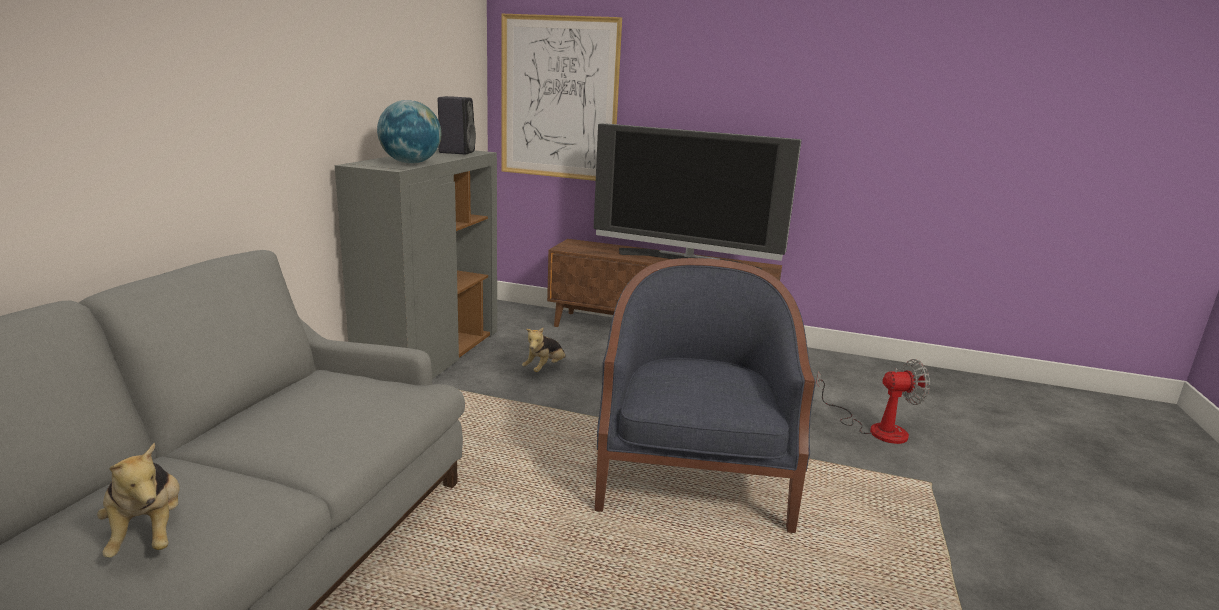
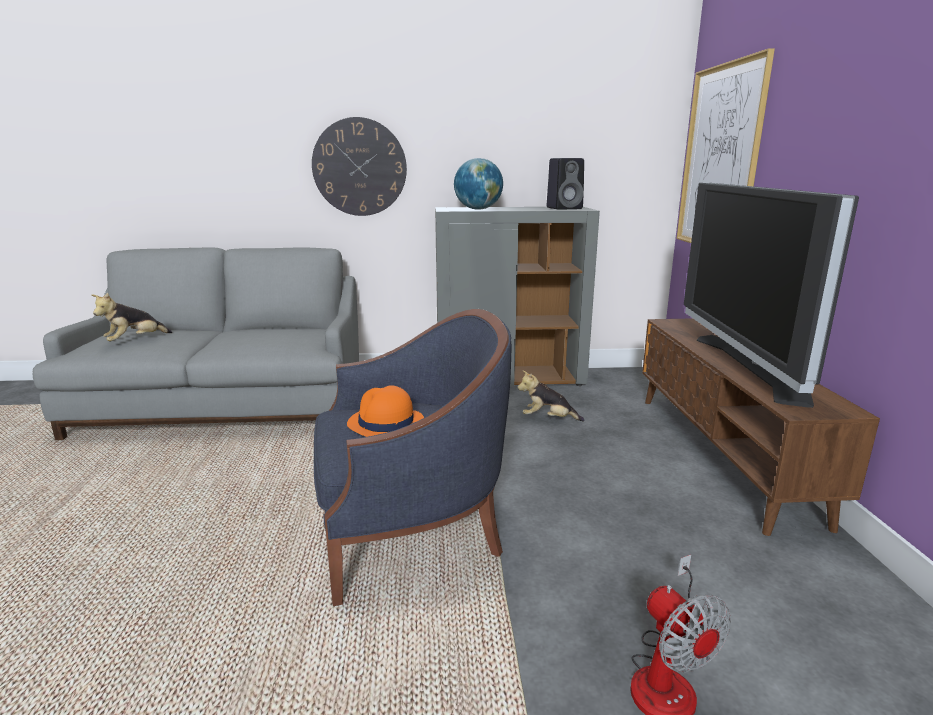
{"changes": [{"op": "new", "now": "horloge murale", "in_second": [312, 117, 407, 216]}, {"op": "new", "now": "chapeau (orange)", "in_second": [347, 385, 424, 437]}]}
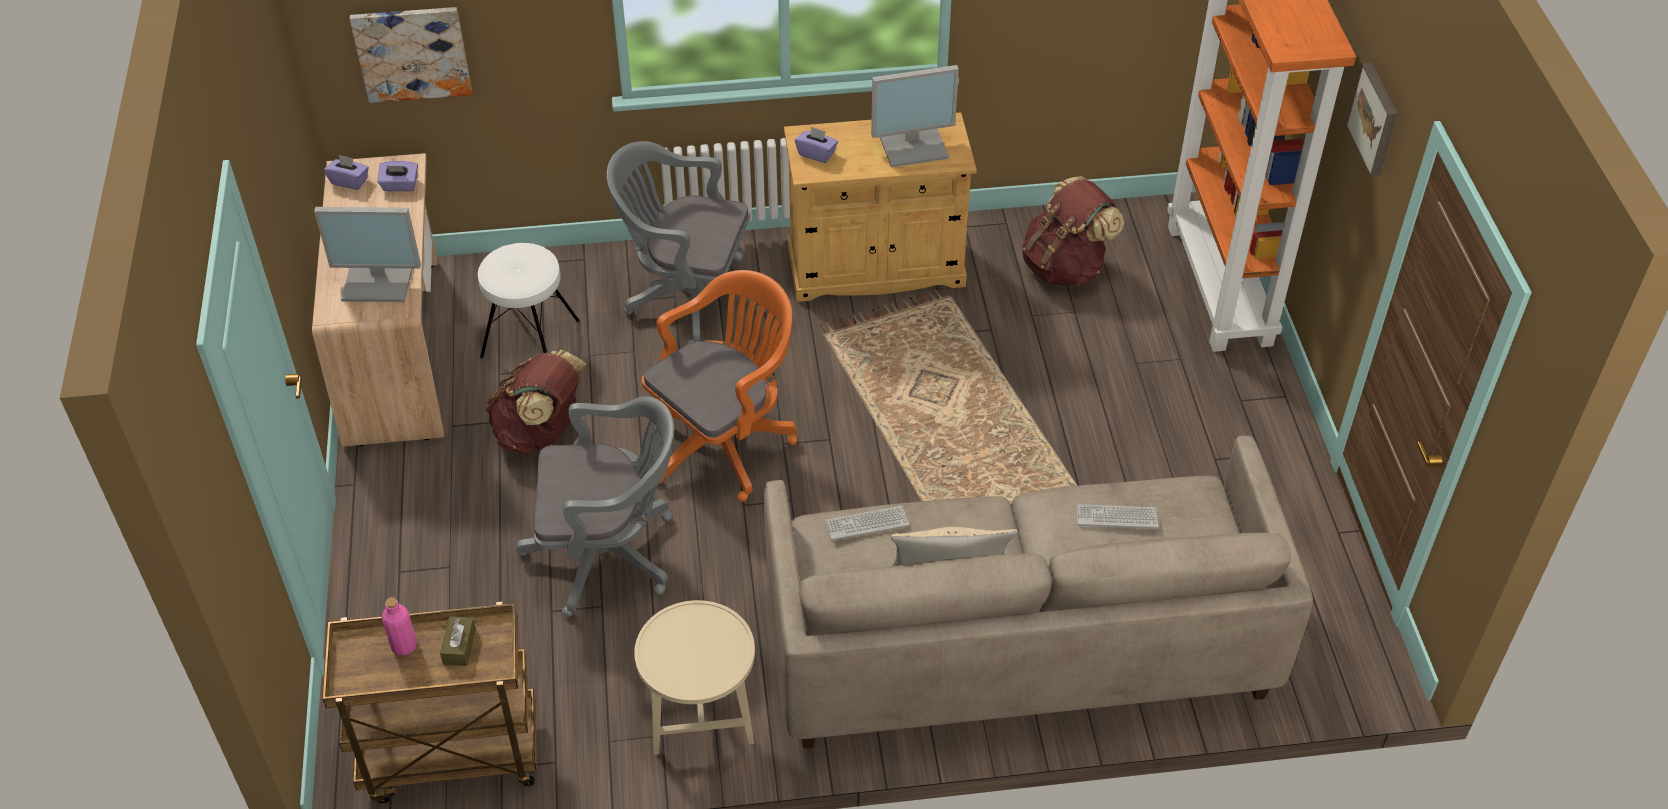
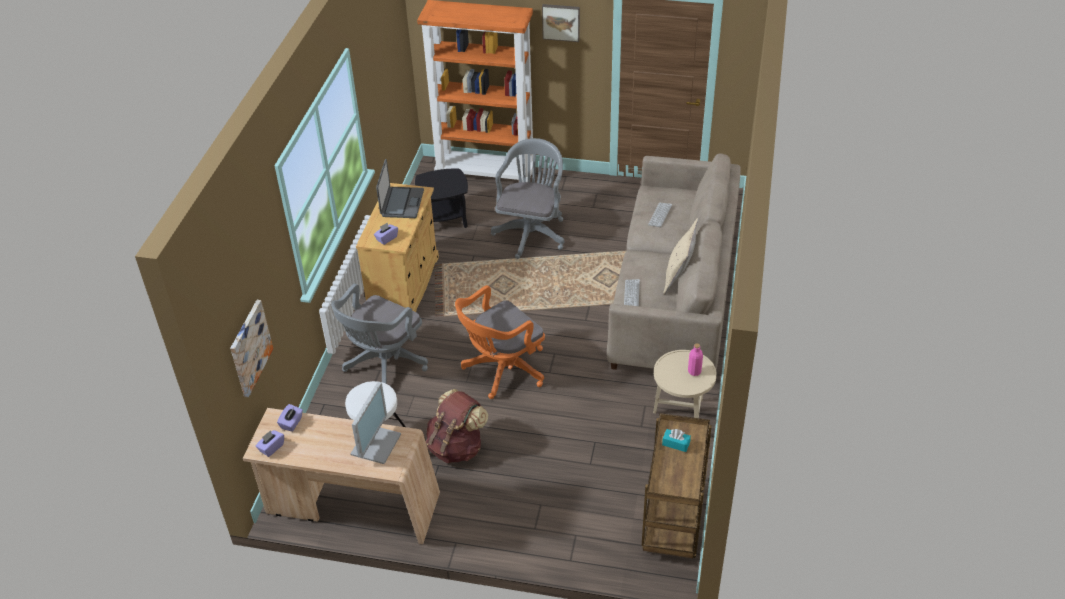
{"changes": [{"op": "shifted", "was": "bouteille (rose)", "in_first": [382, 597, 417, 655], "in_second": [688, 344, 703, 376]}, {"op": "repainted", "was": "boîte à mouchoirs (marron)", "now": "boîte à mouchoirs (turquoise)", "in_first": [440, 616, 476, 666], "in_second": [662, 429, 691, 452]}, {"op": "shifted", "was": "chaise de bureau (gris)", "in_first": [516, 396, 674, 617], "in_second": [491, 138, 565, 259]}, {"op": "rotated", "was": "chaise de bureau (orange)", "in_first": [642, 270, 798, 502], "in_second": [455, 285, 545, 399], "clockwise": -105}, {"op": "swapped", "was": "écran d'ordinateur", "now": "ordinateur portable", "in_first": [871, 65, 959, 167], "in_second": [376, 159, 424, 218]}, {"op": "swapped", "was": "sac à dos (marron)", "now": "table d'appoint (noir)", "in_first": [1022, 176, 1124, 286], "in_second": [415, 168, 468, 228]}]}
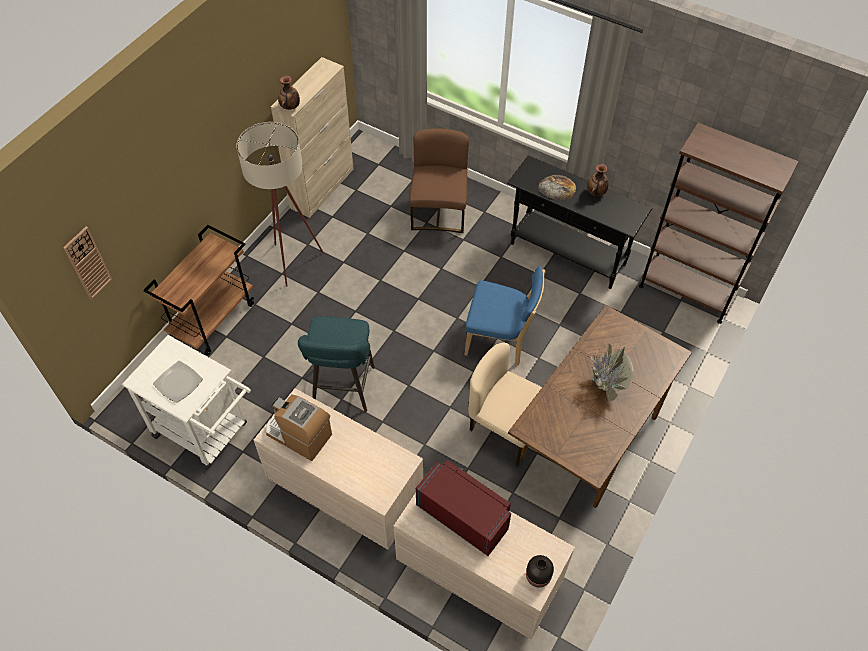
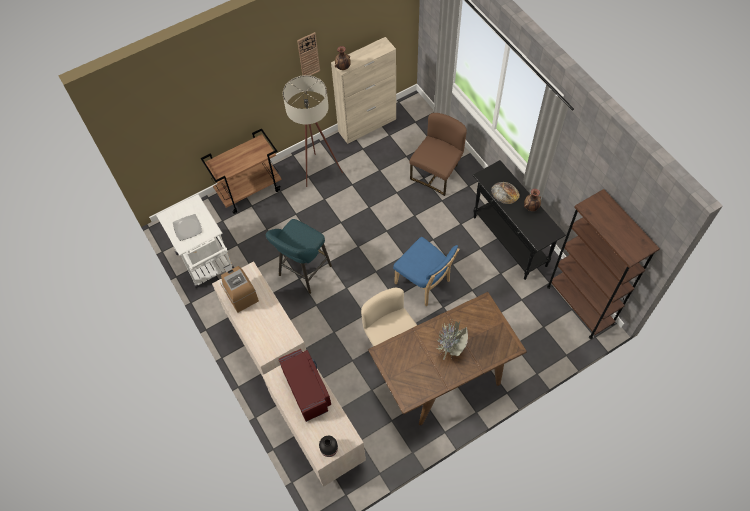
{"changes": [{"op": "shifted", "was": "horloge murale", "in_first": [63, 227, 112, 300], "in_second": [297, 32, 320, 76]}]}
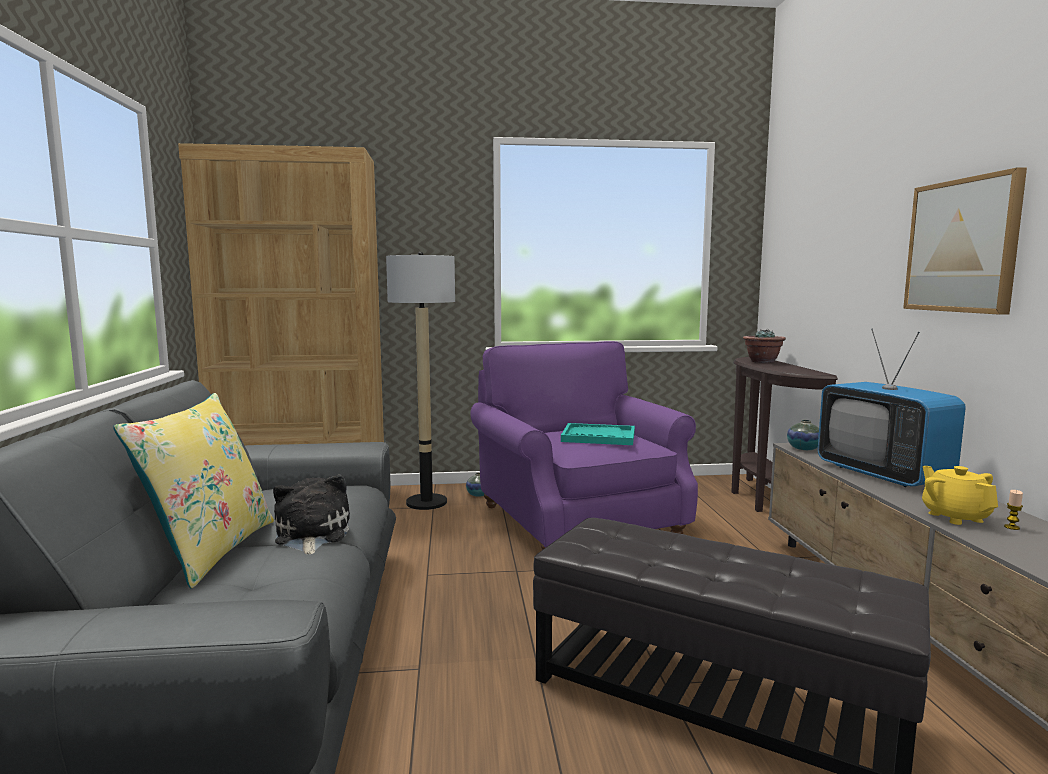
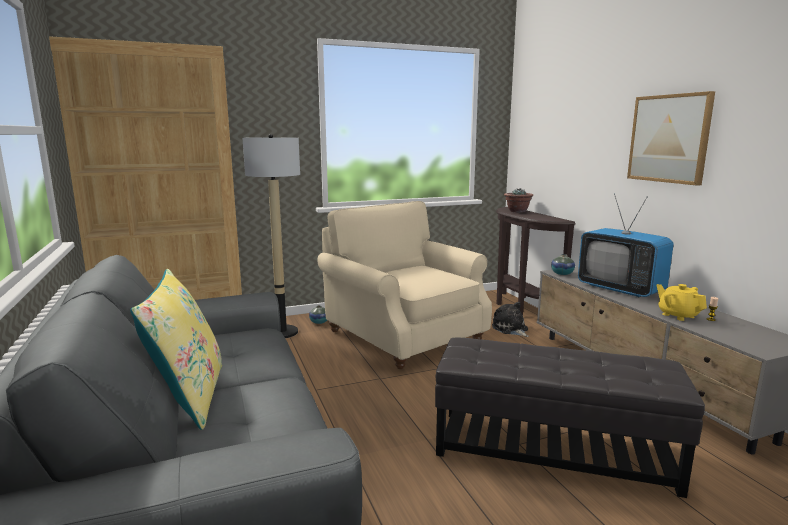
{"changes": [{"op": "shifted", "was": "peluche", "in_first": [273, 475, 350, 554], "in_second": [492, 302, 529, 337]}, {"op": "repainted", "was": "fauteuil (violet)", "now": "fauteuil (beige)", "in_first": [470, 341, 698, 550], "in_second": [317, 201, 492, 369]}, {"op": "gone", "was": "plateau (turquoise)", "in_first": [561, 423, 635, 445]}]}
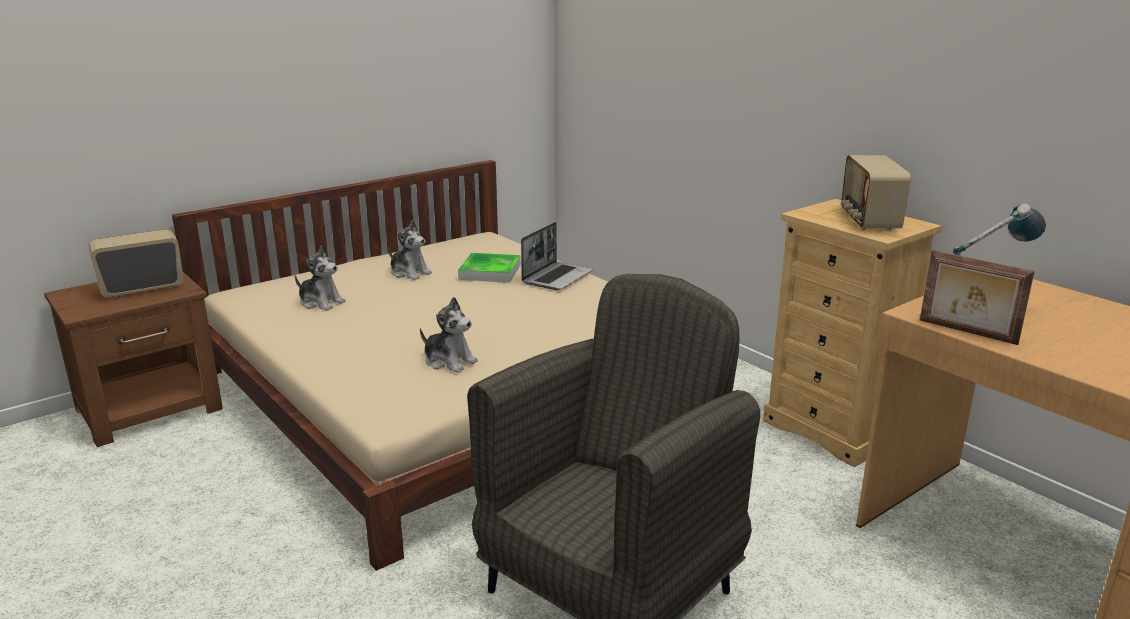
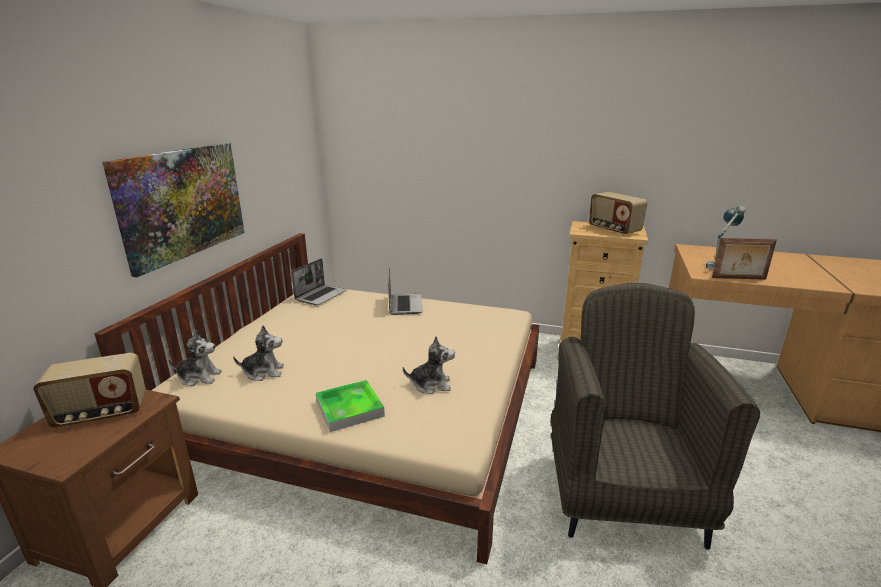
{"changes": [{"op": "rotated", "was": "radio", "in_first": [89, 229, 184, 298], "in_second": [33, 353, 146, 428], "clockwise": -135}, {"op": "shifted", "was": "peluche", "in_first": [388, 220, 432, 280], "in_second": [168, 330, 222, 386]}, {"op": "shifted", "was": "plateau", "in_first": [458, 253, 521, 283], "in_second": [316, 380, 385, 432]}, {"op": "new", "now": "tableau", "in_second": [102, 143, 245, 277]}, {"op": "new", "now": "ordinateur portable", "in_second": [291, 258, 347, 306]}]}
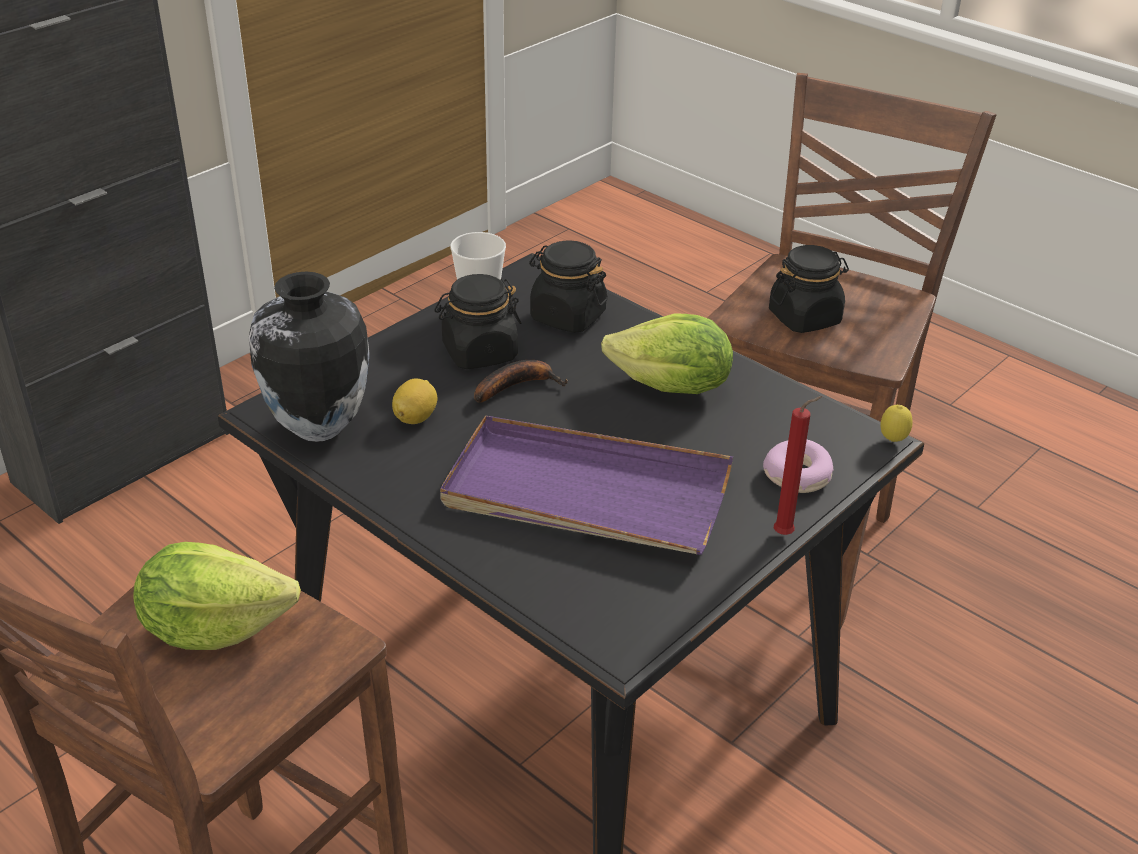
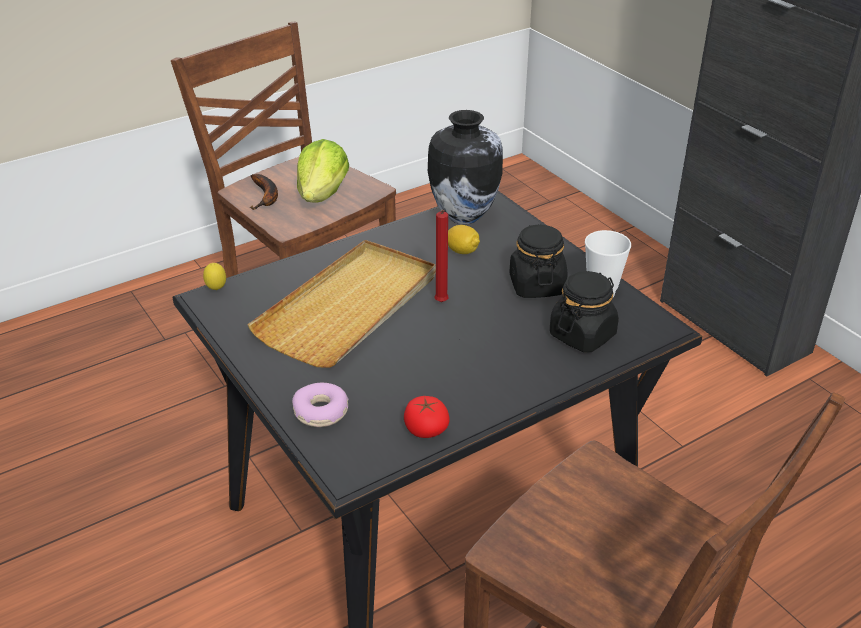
{"changes": [{"op": "repainted", "was": "plateau (violet)", "now": "plateau (beige)", "in_first": [440, 416, 733, 555], "in_second": [247, 240, 436, 368]}, {"op": "shifted", "was": "banane", "in_first": [474, 360, 568, 403], "in_second": [250, 174, 278, 210]}, {"op": "gone", "was": "laitue", "in_first": [601, 313, 733, 394]}, {"op": "gone", "was": "bocal (noir)", "in_first": [769, 245, 849, 333]}, {"op": "shifted", "was": "bougie (rouge)", "in_first": [774, 396, 822, 535], "in_second": [434, 210, 449, 302]}, {"op": "shifted", "was": "citron", "in_first": [880, 405, 913, 442], "in_second": [203, 263, 226, 290]}, {"op": "new", "now": "tomate", "in_second": [404, 396, 450, 438]}]}
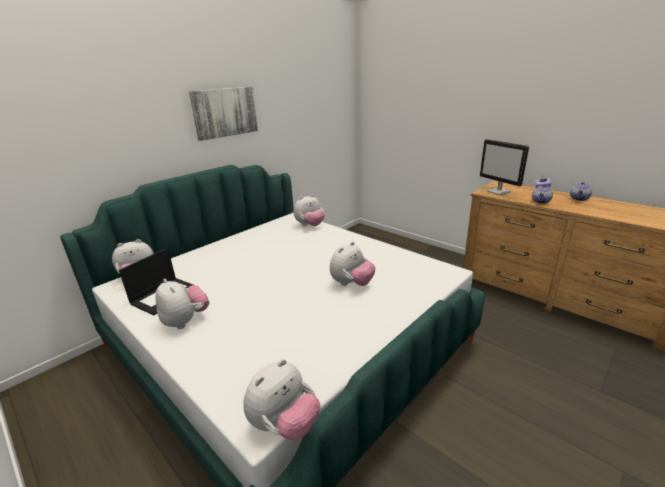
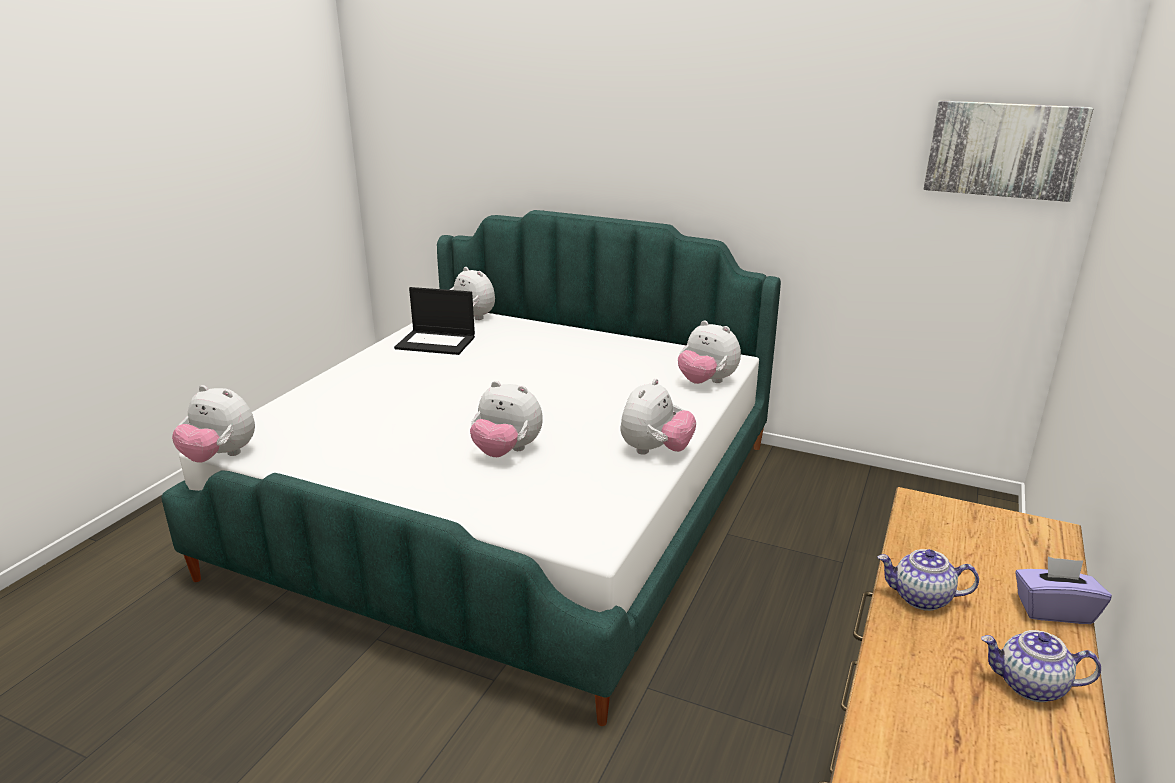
{"changes": [{"op": "shifted", "was": "peluche", "in_first": [155, 279, 209, 329], "in_second": [621, 379, 696, 455]}, {"op": "shifted", "was": "tableau", "in_first": [189, 87, 258, 141], "in_second": [923, 100, 1093, 202]}, {"op": "gone", "was": "écran d'ordinateur", "in_first": [480, 139, 529, 195]}]}
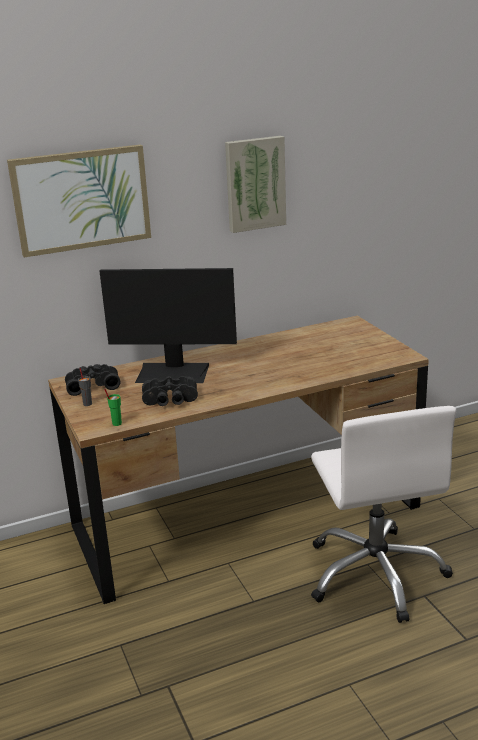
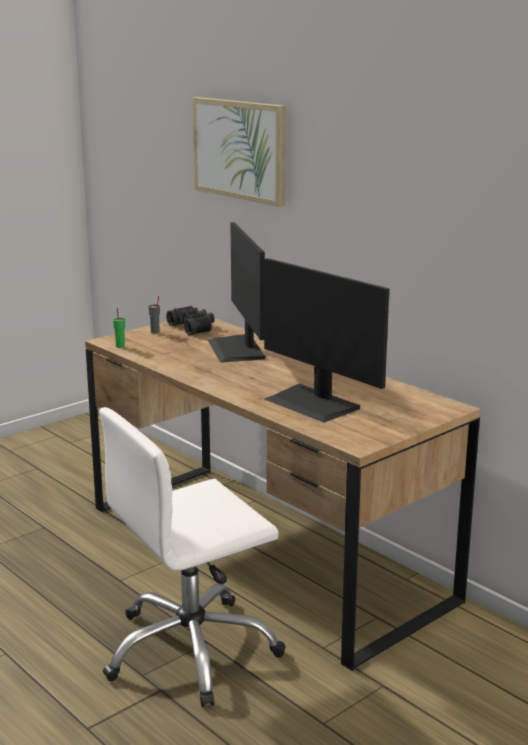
{"changes": [{"op": "gone", "was": "jumelles (noir)", "in_first": [142, 376, 198, 406]}, {"op": "gone", "was": "tableau", "in_first": [225, 136, 286, 233]}, {"op": "new", "now": "écran d'ordinateur", "in_second": [264, 258, 389, 423]}]}
